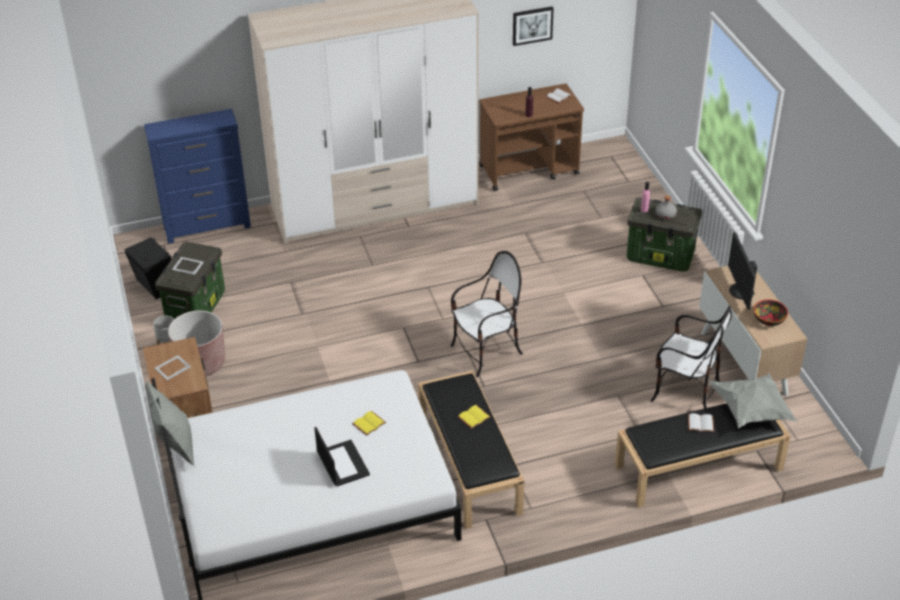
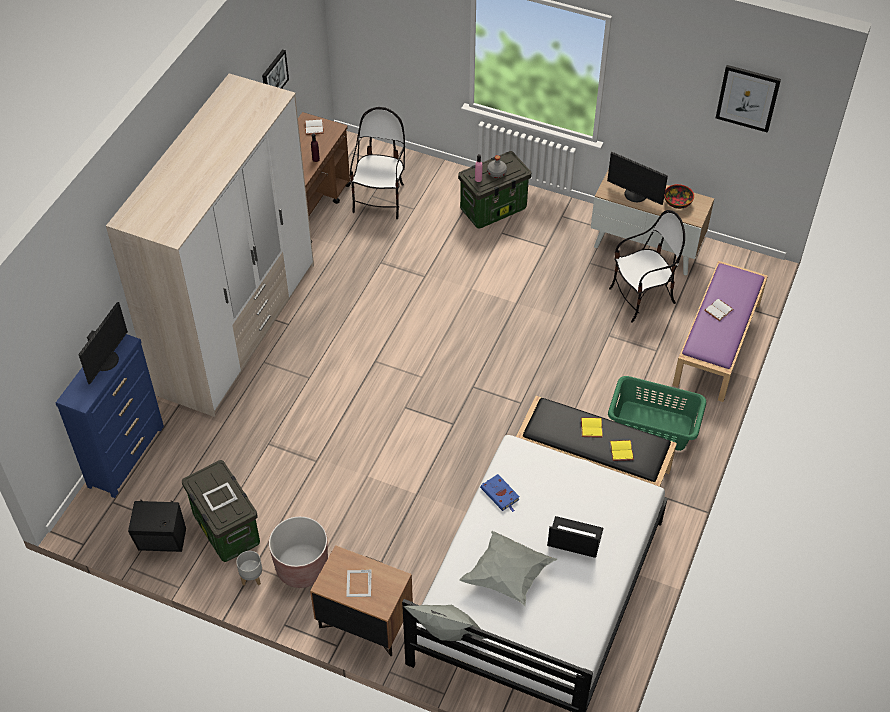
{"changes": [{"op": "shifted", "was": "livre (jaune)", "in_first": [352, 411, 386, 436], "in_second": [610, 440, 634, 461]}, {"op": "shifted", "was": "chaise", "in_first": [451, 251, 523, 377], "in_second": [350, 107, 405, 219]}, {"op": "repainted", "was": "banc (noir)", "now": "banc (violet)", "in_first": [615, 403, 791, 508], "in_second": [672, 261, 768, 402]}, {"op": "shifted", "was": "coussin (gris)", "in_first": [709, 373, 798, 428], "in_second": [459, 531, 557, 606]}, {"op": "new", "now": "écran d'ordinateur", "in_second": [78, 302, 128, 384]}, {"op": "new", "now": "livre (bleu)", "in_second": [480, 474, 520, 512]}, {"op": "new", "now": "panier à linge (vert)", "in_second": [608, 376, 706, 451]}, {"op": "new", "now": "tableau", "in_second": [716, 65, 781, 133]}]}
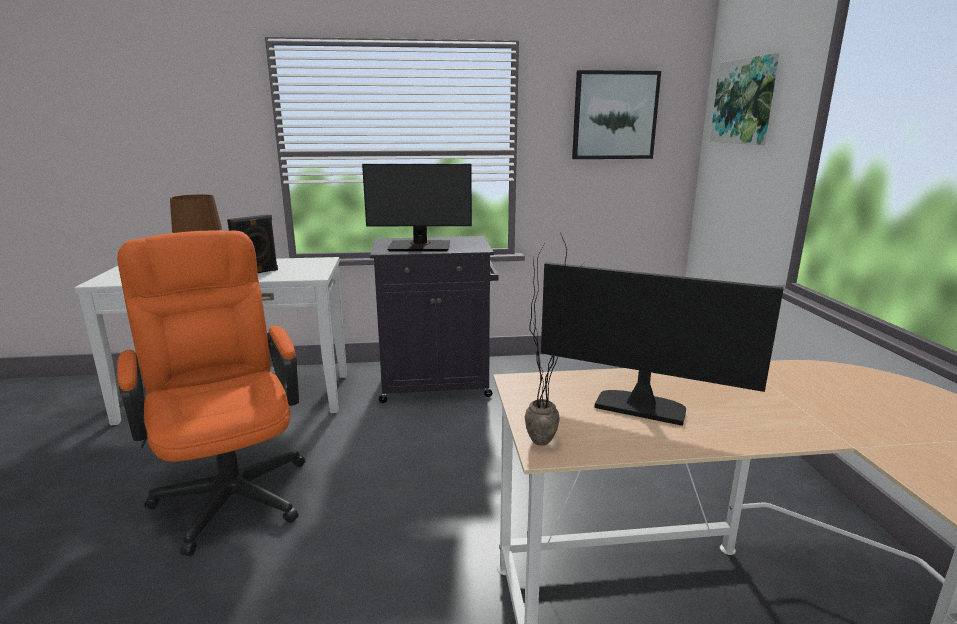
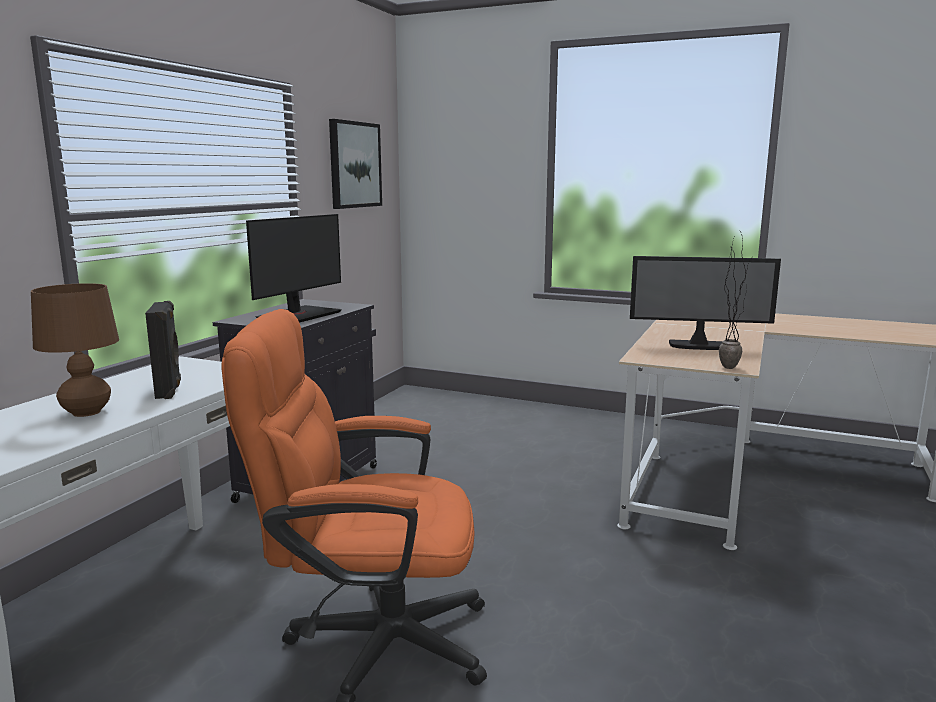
{"changes": [{"op": "rotated", "was": "écran d'ordinateur", "in_first": [541, 262, 783, 426], "in_second": [630, 256, 781, 350], "clockwise": -135}, {"op": "gone", "was": "tableau", "in_first": [710, 53, 779, 145]}]}
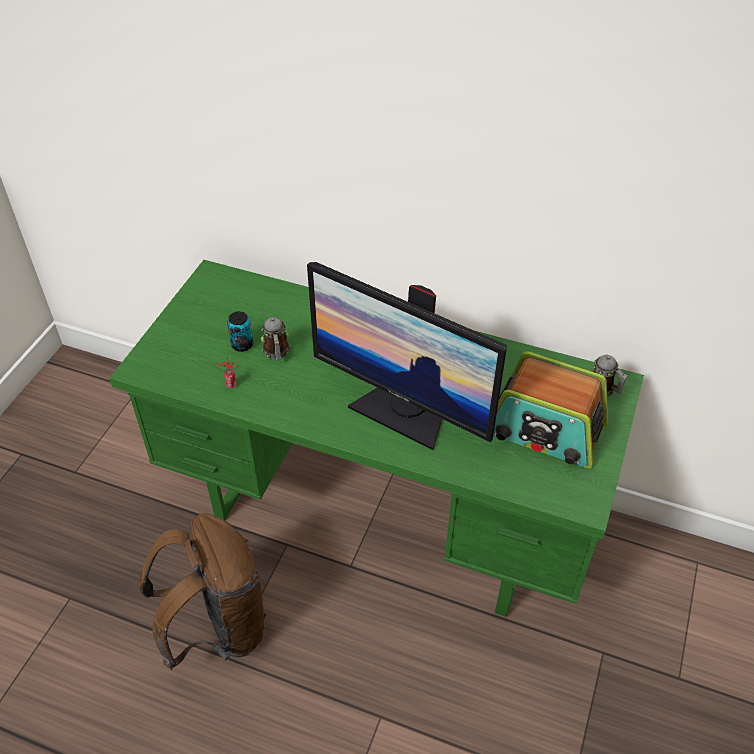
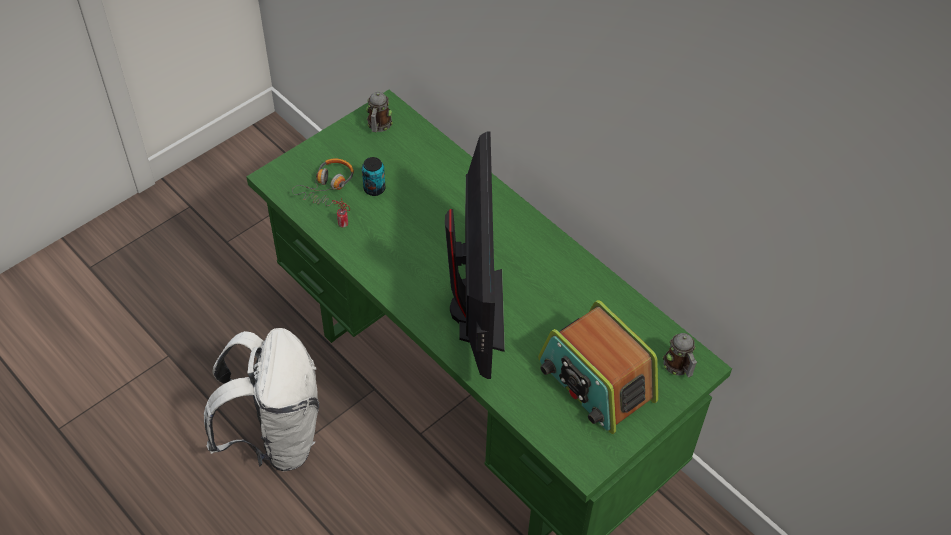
{"changes": [{"op": "repainted", "was": "sac à dos (marron)", "now": "sac à dos (blanc)", "in_first": [140, 513, 267, 670], "in_second": [204, 328, 319, 471]}, {"op": "shifted", "was": "mug", "in_first": [261, 317, 290, 360], "in_second": [366, 92, 393, 132]}, {"op": "rotated", "was": "écran d'ordinateur", "in_first": [307, 262, 507, 450], "in_second": [445, 131, 505, 379], "clockwise": -150}, {"op": "new", "now": "casque audio", "in_second": [292, 159, 354, 206]}]}
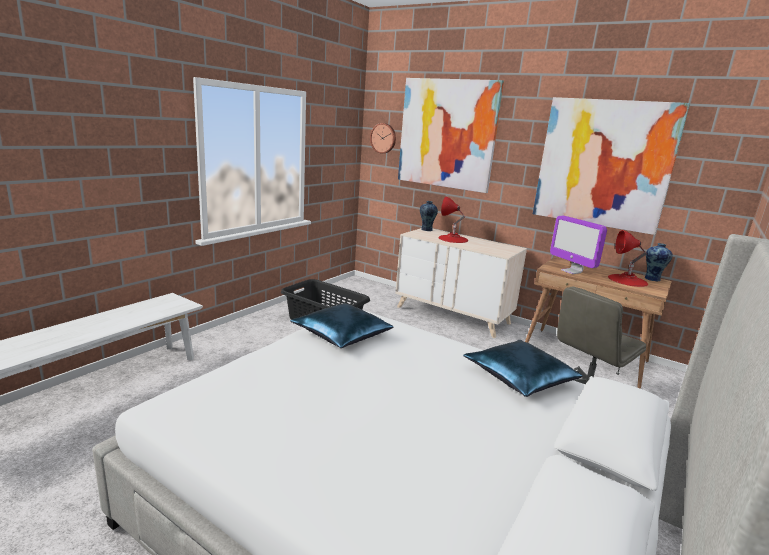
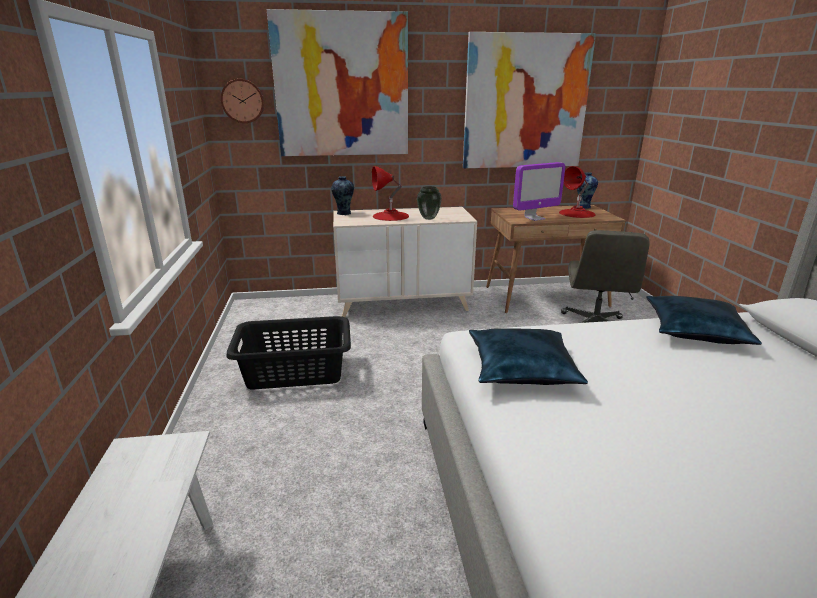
{"changes": [{"op": "rotated", "was": "écran d'ordinateur", "in_first": [550, 216, 607, 274], "in_second": [513, 162, 565, 221], "clockwise": -45}, {"op": "new", "now": "vase", "in_second": [417, 186, 442, 220]}]}
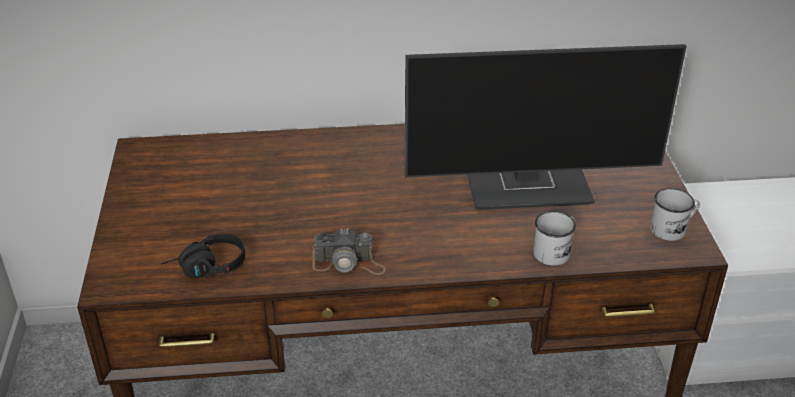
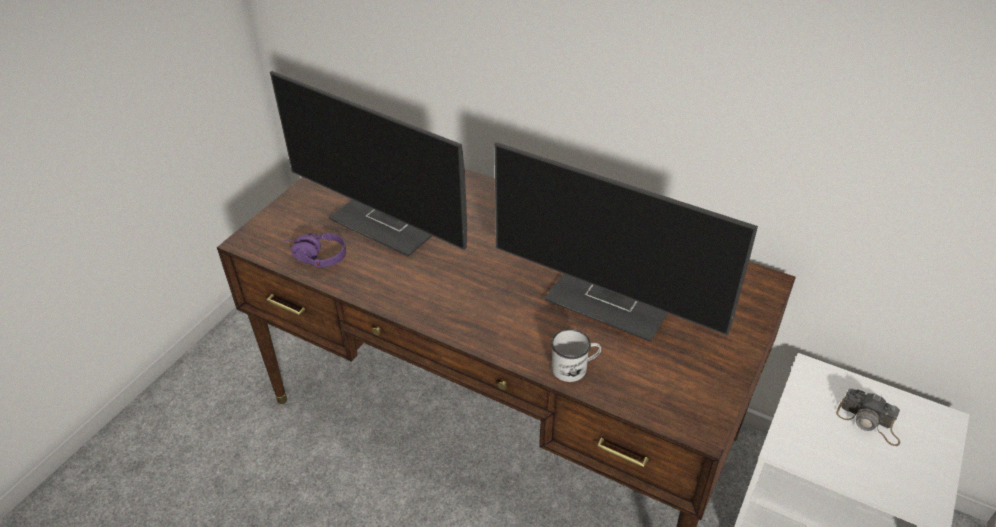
{"changes": [{"op": "repainted", "was": "casque audio (noir)", "now": "casque audio (violet)", "in_first": [161, 233, 245, 278], "in_second": [282, 233, 346, 267]}, {"op": "shifted", "was": "appareil photo", "in_first": [312, 228, 386, 275], "in_second": [836, 389, 900, 446]}, {"op": "gone", "was": "mug (blanc)", "in_first": [650, 188, 700, 241]}, {"op": "new", "now": "écran d'ordinateur", "in_second": [270, 71, 467, 257]}]}
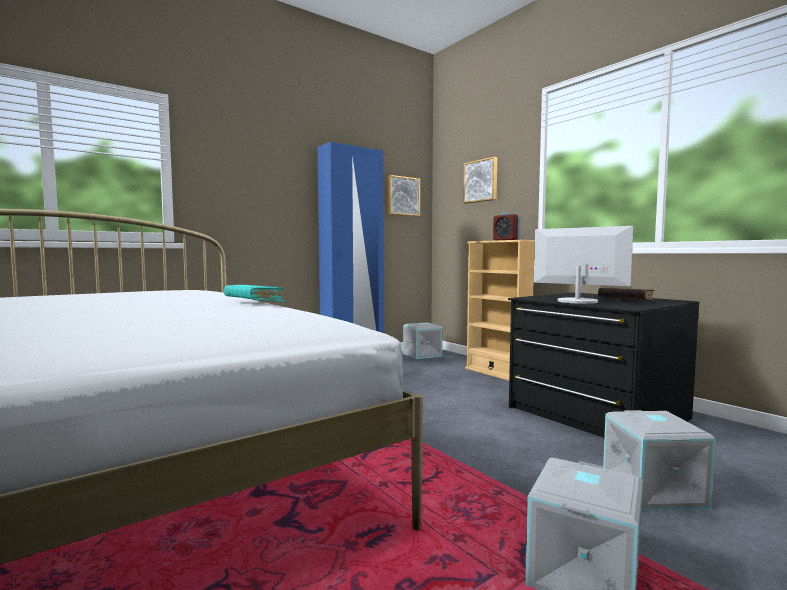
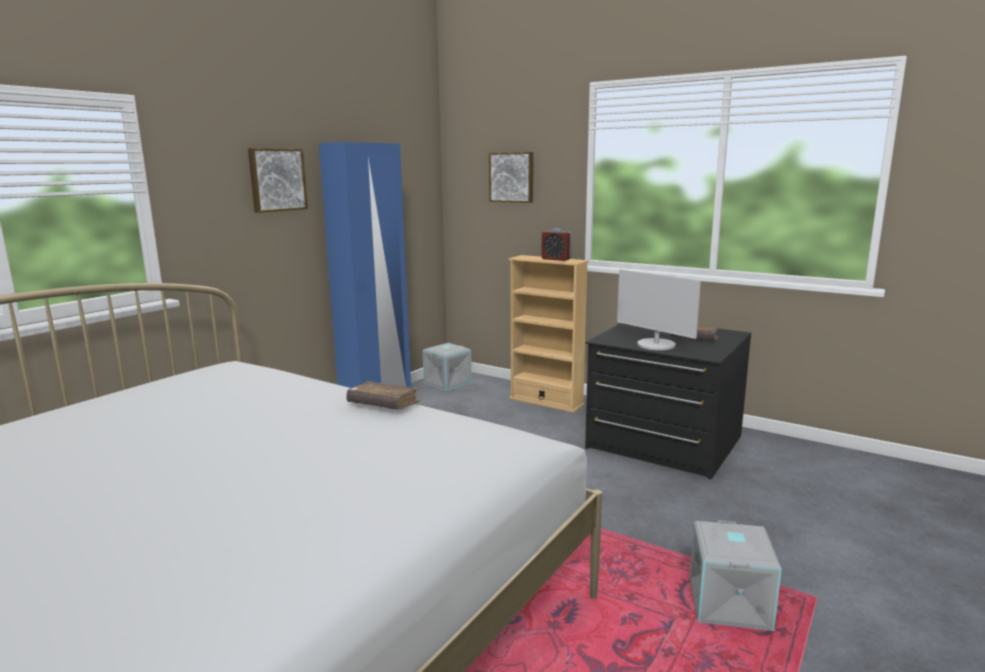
{"changes": [{"op": "repainted", "was": "livre (turquoise)", "now": "livre (marron)", "in_first": [224, 285, 285, 302], "in_second": [346, 381, 420, 410]}, {"op": "shifted", "was": "tableau", "in_first": [388, 175, 420, 216], "in_second": [248, 148, 308, 213]}, {"op": "rotated", "was": "écran d'ordinateur", "in_first": [534, 226, 633, 304], "in_second": [617, 269, 701, 350], "clockwise": -150}, {"op": "gone", "was": "boîte de rangement (gris)", "in_first": [603, 410, 716, 511]}]}
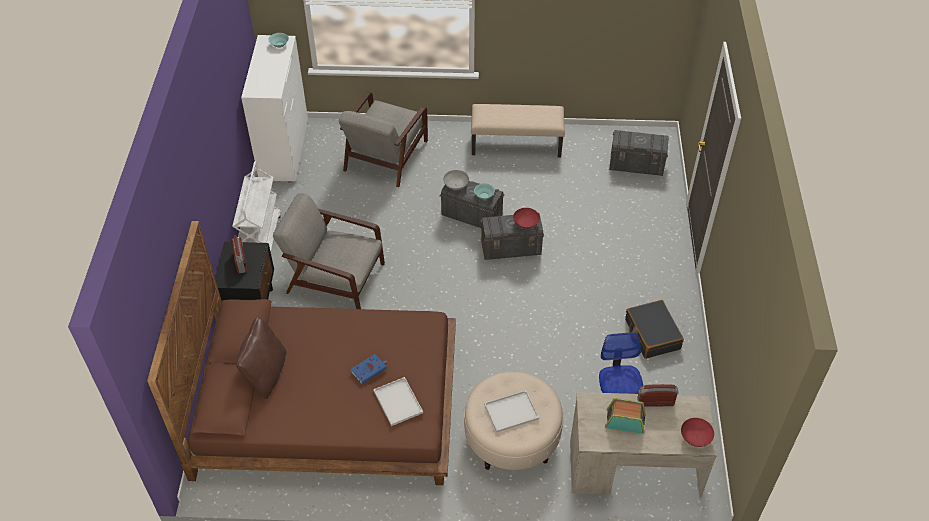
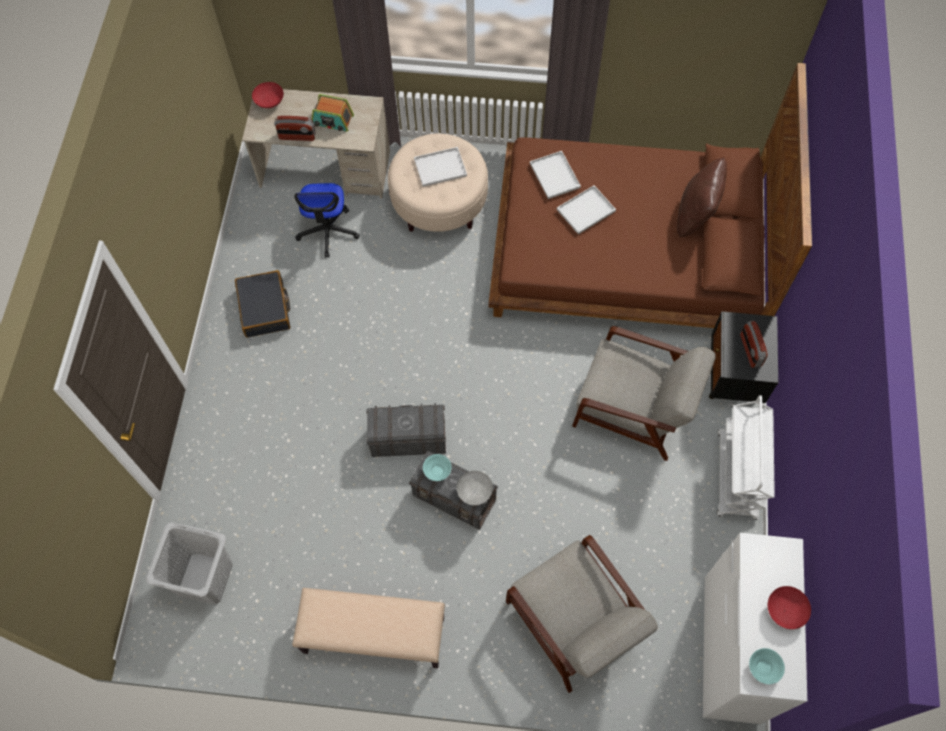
{"changes": [{"op": "rotated", "was": "fauteuil (gris)", "in_first": [339, 91, 428, 187], "in_second": [506, 535, 658, 693], "clockwise": 120}, {"op": "swapped", "was": "livre (bleu)", "now": "plateau (blanc)", "in_first": [351, 354, 388, 384], "in_second": [557, 185, 616, 234]}, {"op": "shifted", "was": "bol (rouge)", "in_first": [513, 208, 540, 229], "in_second": [768, 586, 811, 629]}, {"op": "swapped", "was": "boîte de rangement (gris)", "now": "panier à linge (gris)", "in_first": [609, 130, 669, 176], "in_second": [146, 522, 233, 604]}]}
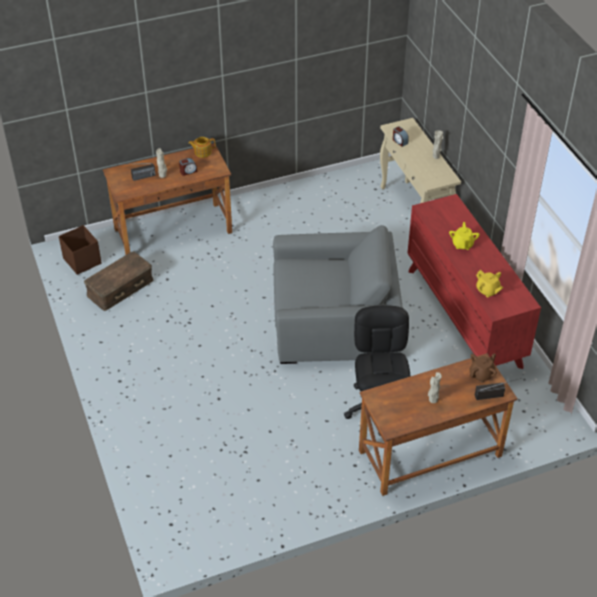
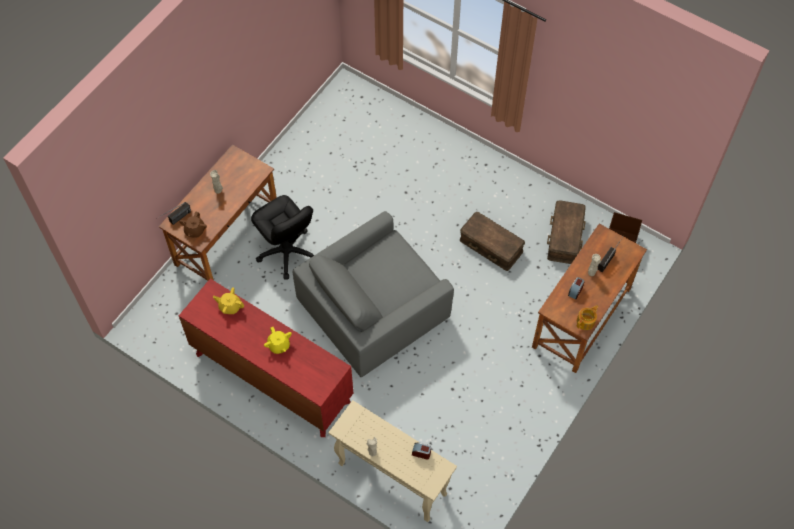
{"changes": [{"op": "new", "now": "boîte de rangement (marron)", "in_second": [459, 212, 525, 271]}]}
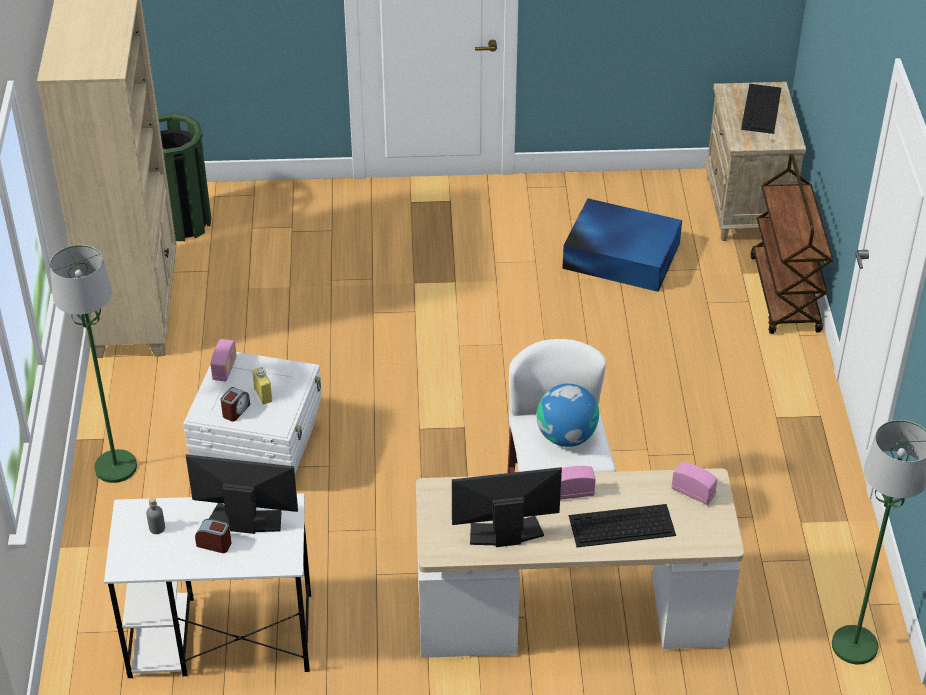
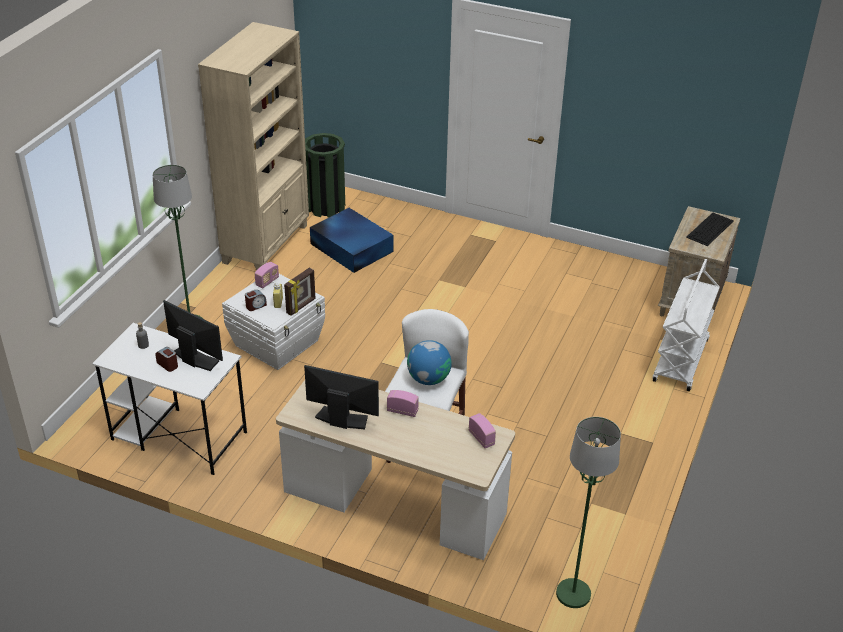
{"changes": [{"op": "shifted", "was": "boîte de rangement (bleu)", "in_first": [562, 198, 682, 292], "in_second": [310, 208, 393, 273]}, {"op": "gone", "was": "clavier", "in_first": [569, 504, 676, 547]}, {"op": "repainted", "was": "chariot (marron)", "now": "chariot (blanc)", "in_first": [750, 154, 833, 334], "in_second": [653, 259, 720, 391]}, {"op": "new", "now": "cadre photo", "in_second": [284, 268, 316, 315]}]}
